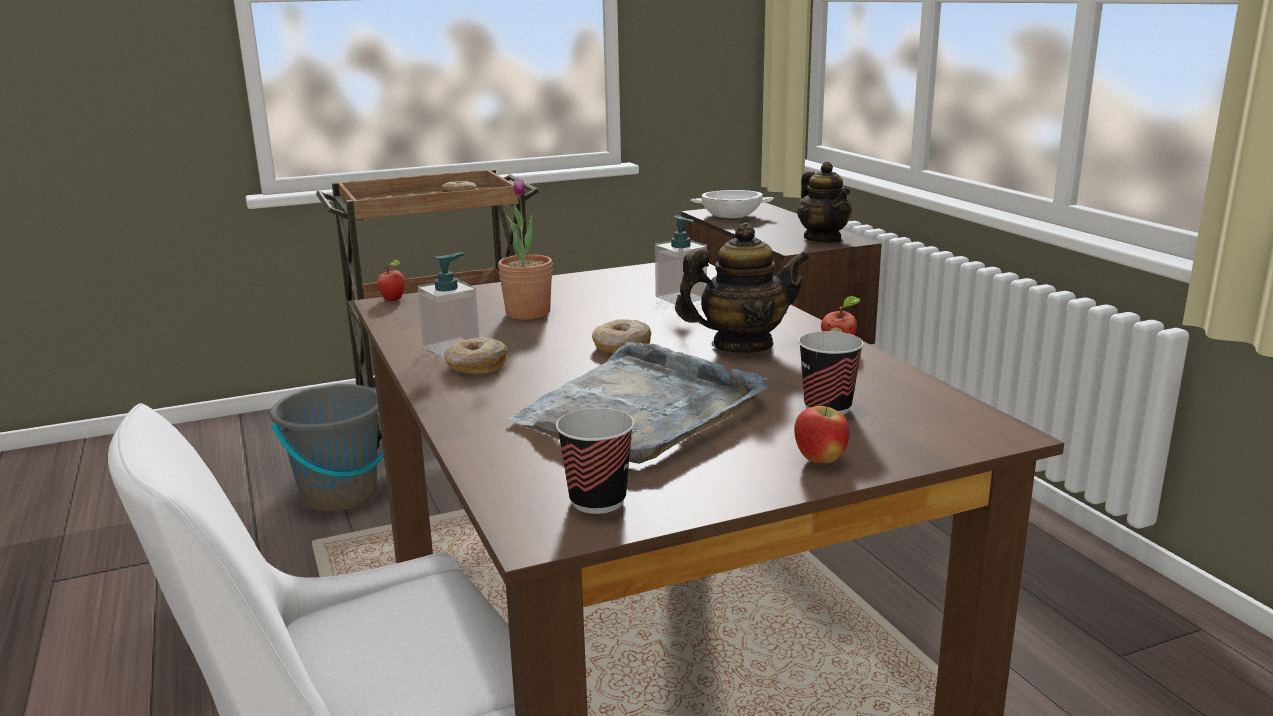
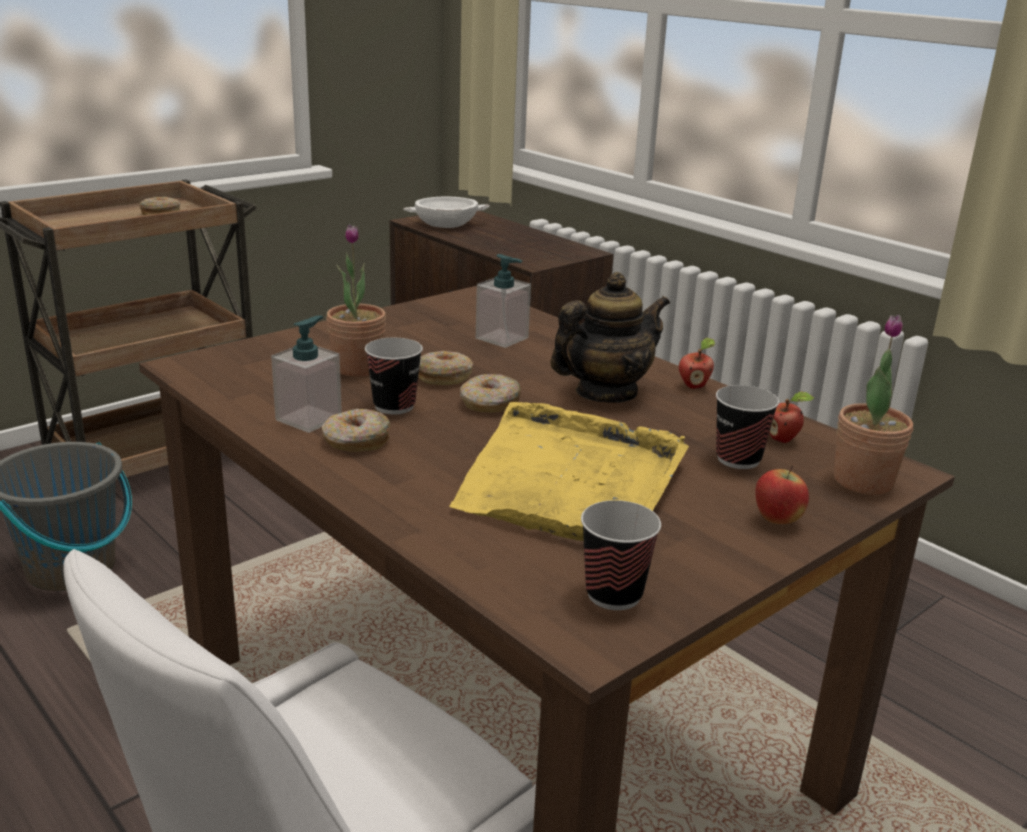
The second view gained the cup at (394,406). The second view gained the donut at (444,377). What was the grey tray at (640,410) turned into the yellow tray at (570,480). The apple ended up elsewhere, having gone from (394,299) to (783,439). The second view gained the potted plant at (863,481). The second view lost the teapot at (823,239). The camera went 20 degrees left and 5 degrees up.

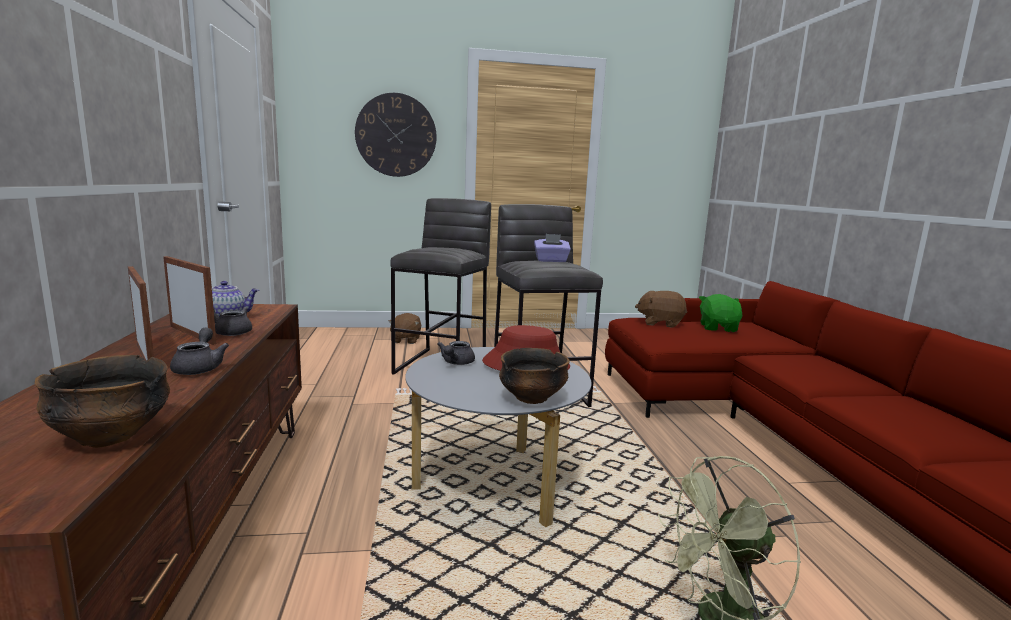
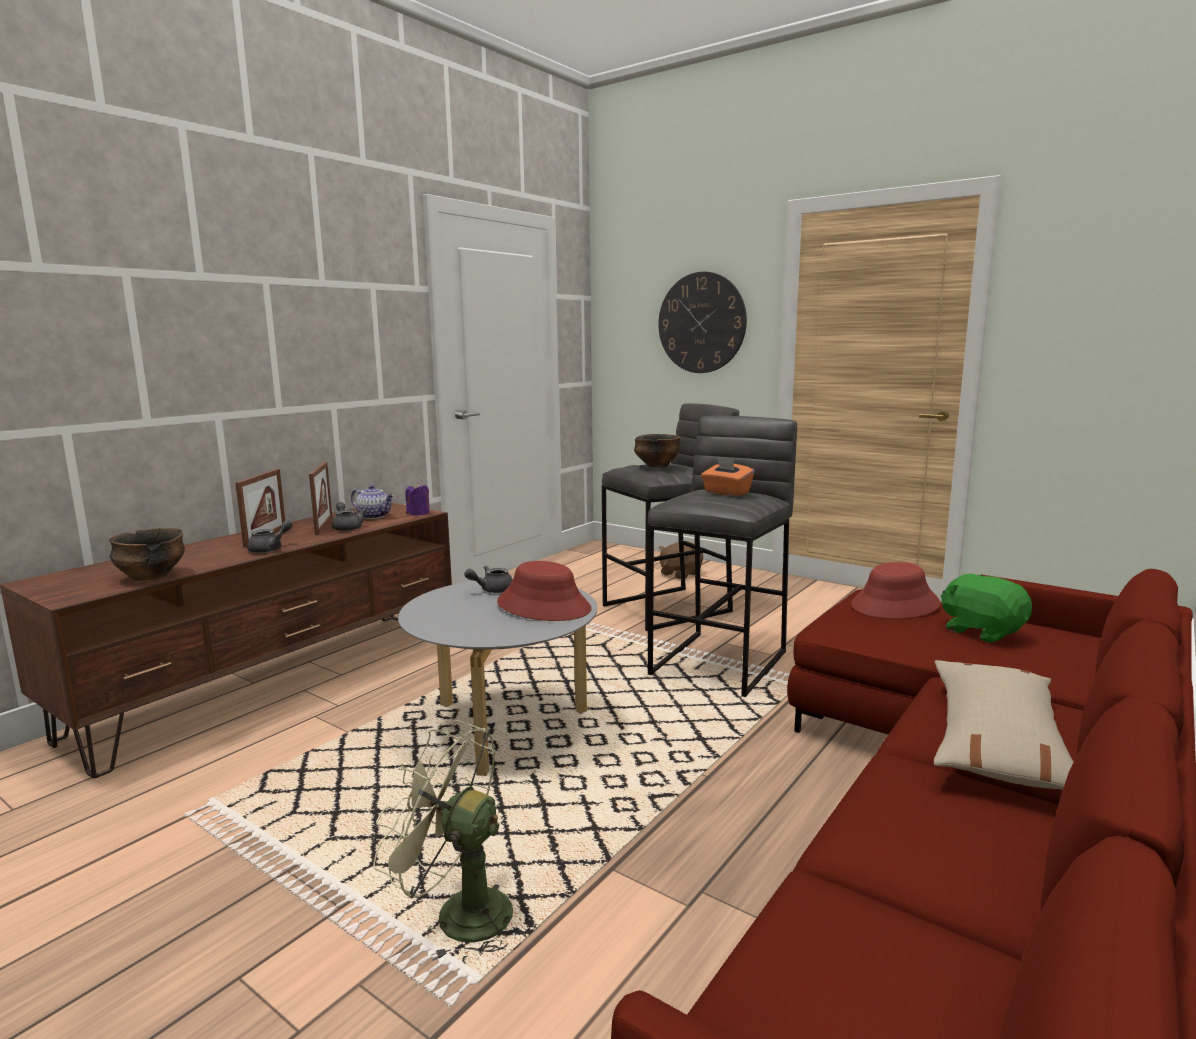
The second view gained the purple candle at (418,513). The bowl ended up elsewhere, having gone from (531,399) to (657,466). What was the purple tissue box at (551,260) turned into the orange tissue box at (726,493). Where the brown plush toy stood at (660,323), the red hat came to stand at (895,605). The second view gained the beige pillow at (996,742). The green plush toy at (718,328) ended up facing another way, 90 degrees counterclockwise from before. The camera went 45 degrees right and 0 degrees up.

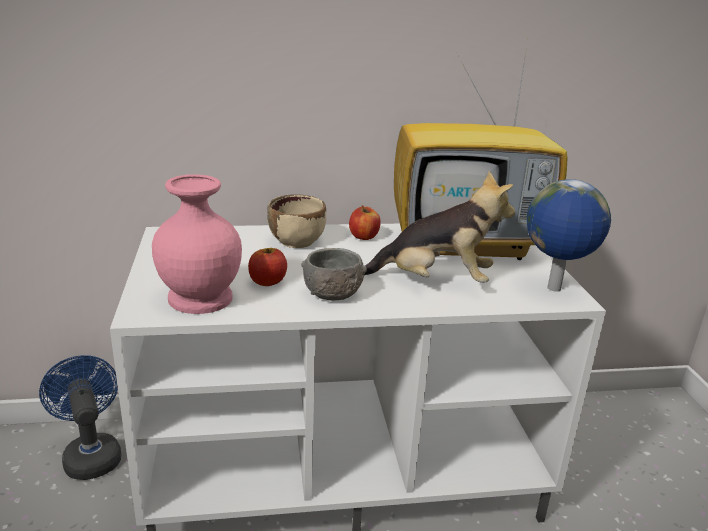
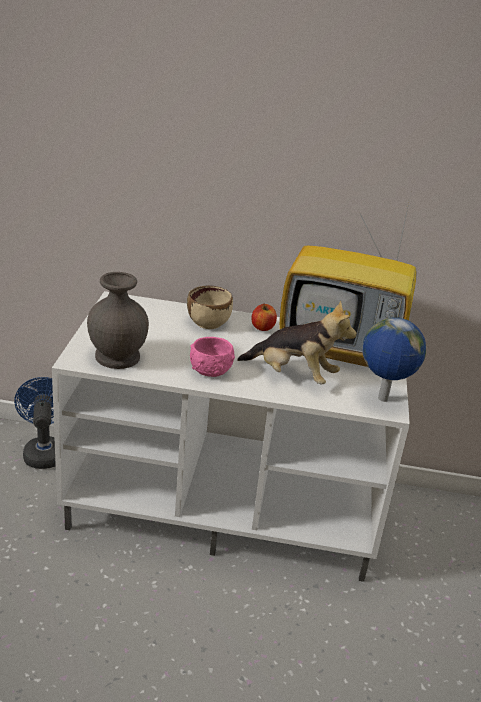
What was the pink vase at (199,297) turned into the grey vase at (117,356). What was the grey bowl at (333,293) turned into the pink bowl at (211,370). The second view lost the apple at (267,281). The camera went 15 degrees right and 5 degrees up.

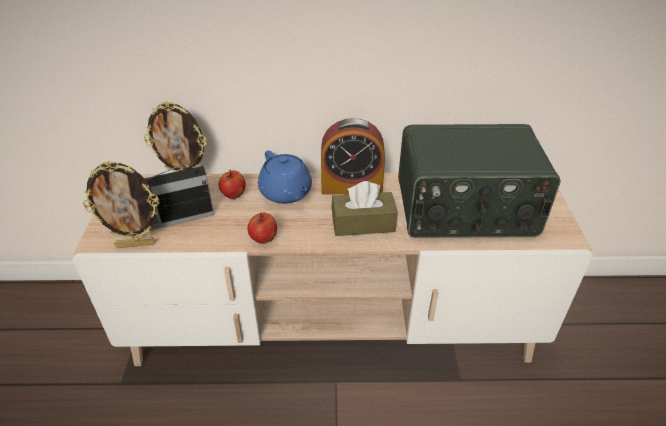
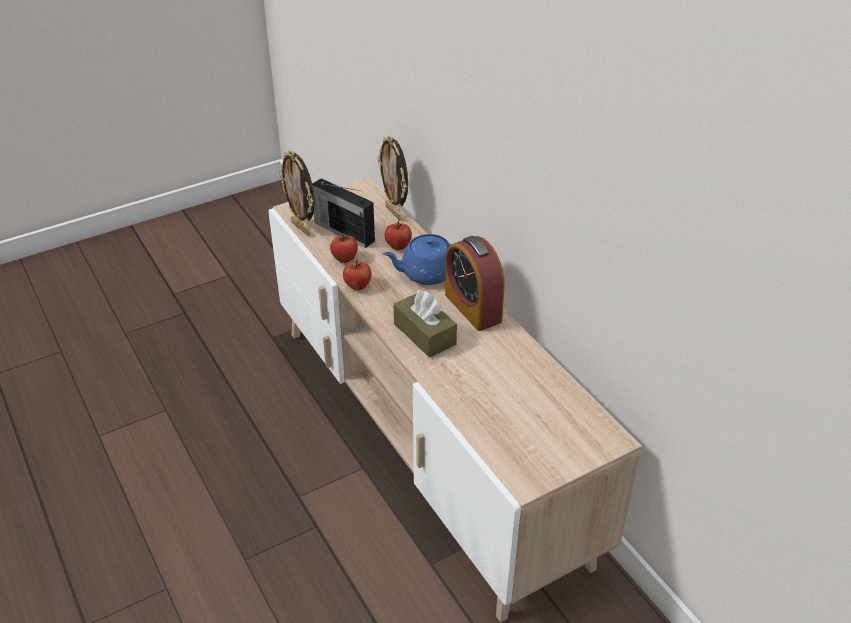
The second view gained the apple at (344,259). The blue teapot at (286,193) ended up facing another way, 45 degrees clockwise from before. The second view lost the radio at (465,210). The camera went 60 degrees right and 0 degrees up.

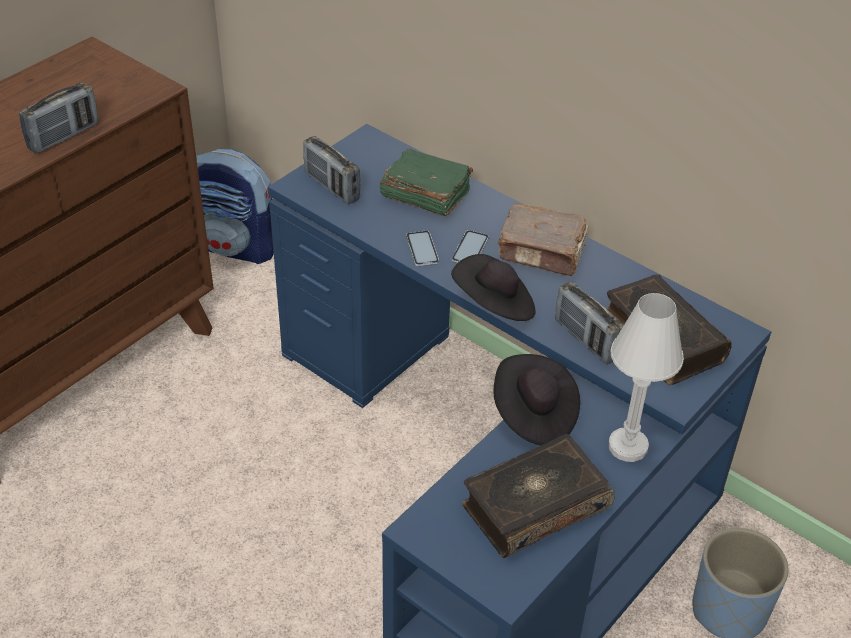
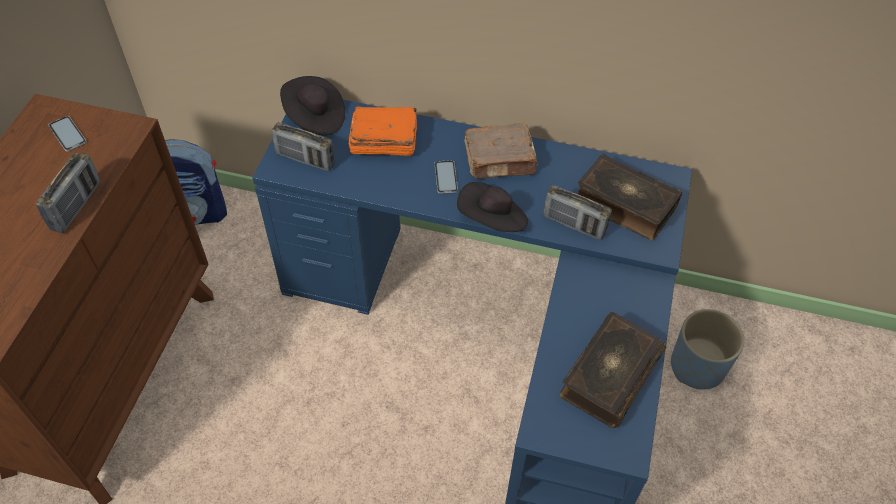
The phone ended up elsewhere, having gone from (422,249) to (67,134). The black hat ended up elsewhere, having gone from (533,415) to (315,118). What was the green book at (424,194) turned into the orange book at (383,141). The second view lost the white table lamp at (628,446). The camera went 25 degrees left and 10 degrees up.

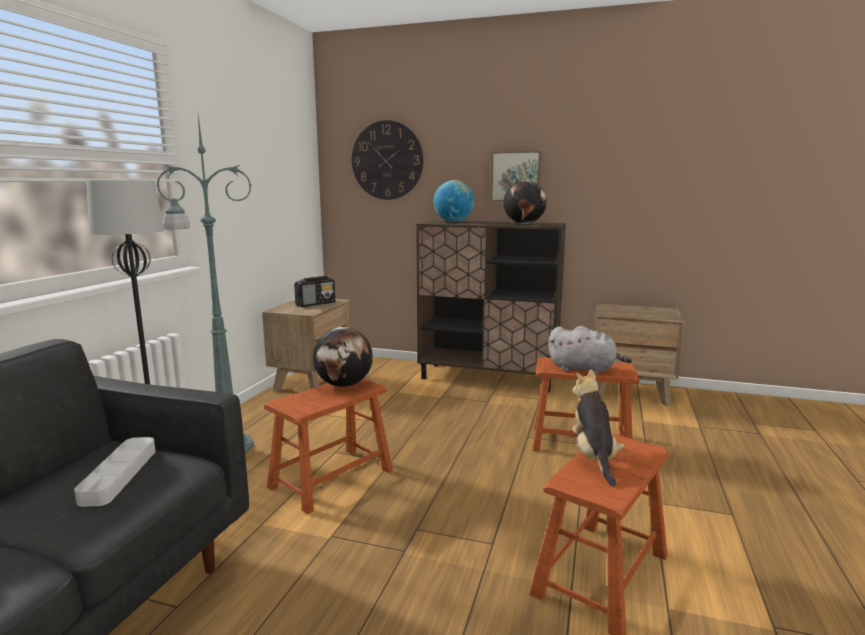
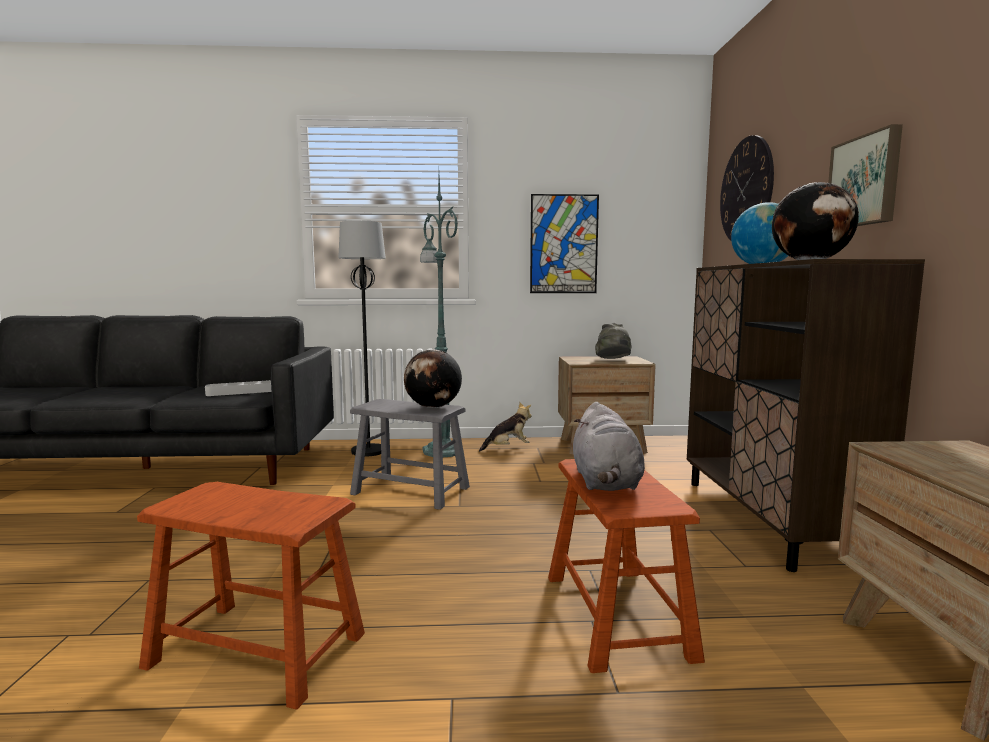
What was the brown stool at (331,478) turned into the grey stool at (410,490). The plush toy ended up elsewhere, having gone from (593,457) to (508,448). The second view gained the picture at (564,244). Where the radio stood at (316,304), the grey hat came to stand at (613,360). The camera went 70 degrees right and 5 degrees down.

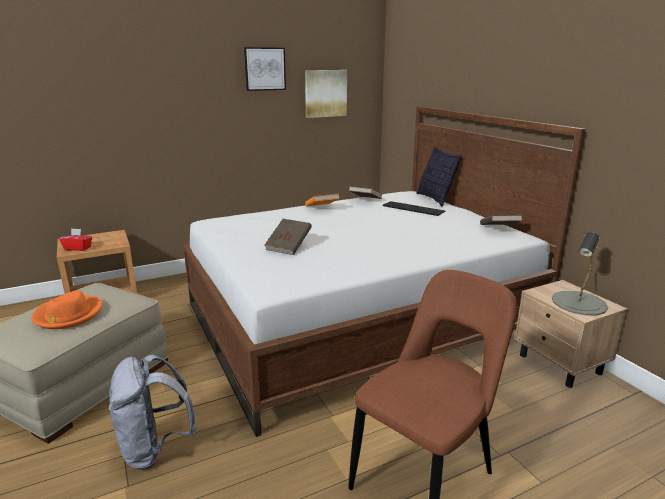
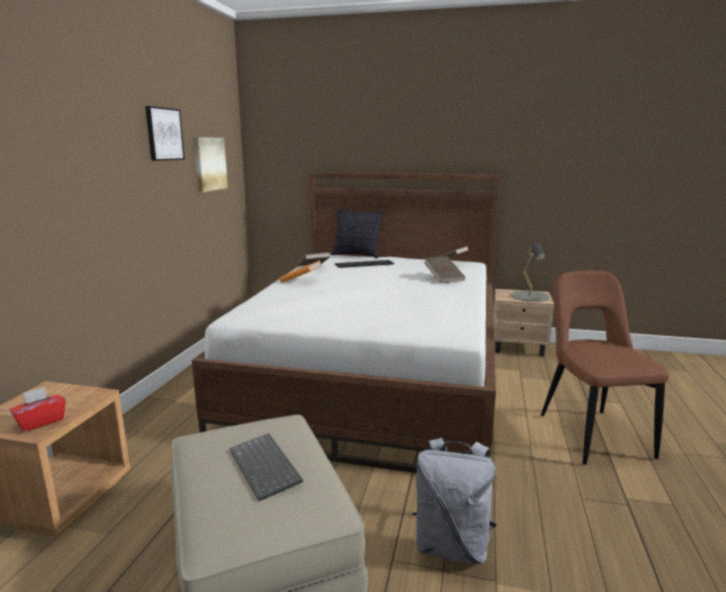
Where the orange hat stood at (68,315), the keyboard came to stand at (266,467). The brown book ended up elsewhere, having gone from (288,246) to (444,278). The camera went 50 degrees left and 5 degrees down.

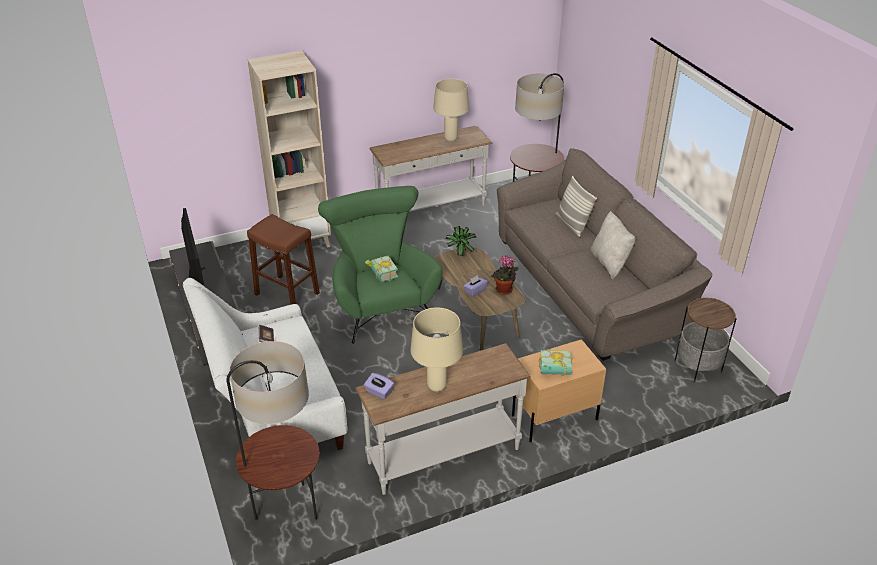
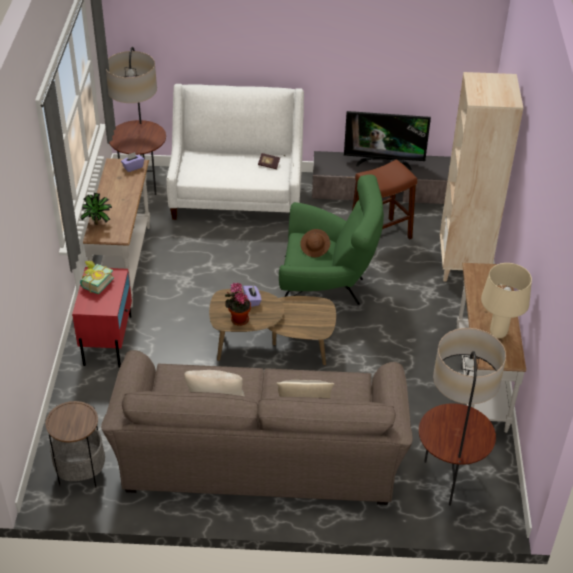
What was the beige nightstand at (554,417) turned into the red nightstand at (108,340). The potted plant ended up elsewhere, having gone from (460,254) to (98,223). Where the book stood at (381,275), the brown hat came to stand at (315,249). The second view lost the beige table lamp at (436,387). The camera went 115 degrees right and 5 degrees up.

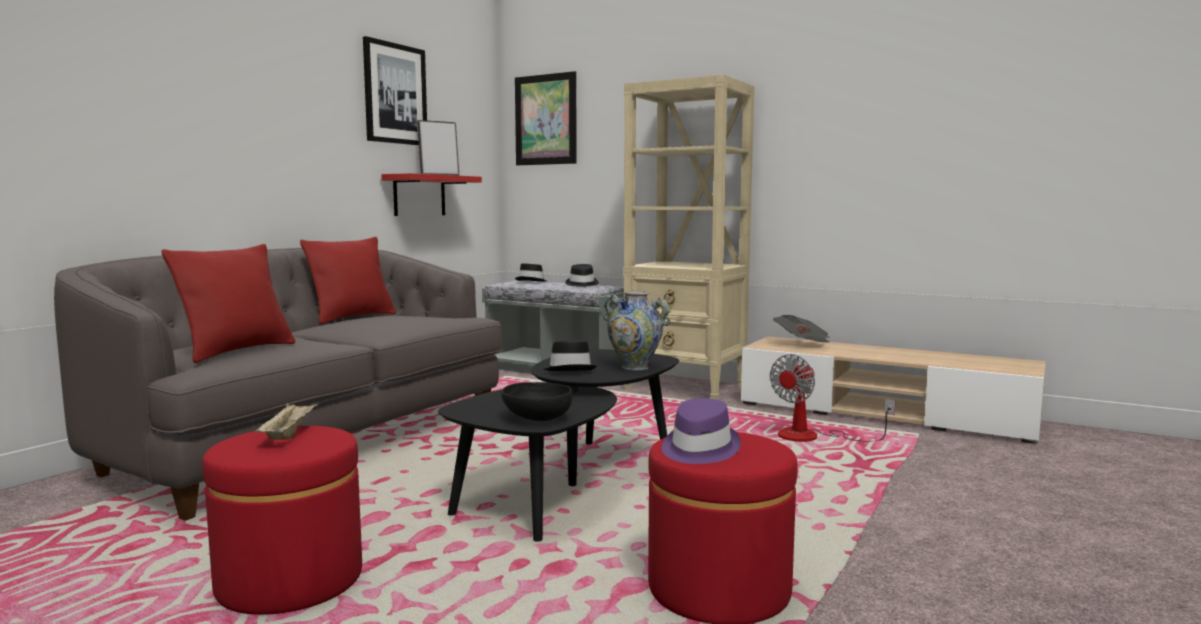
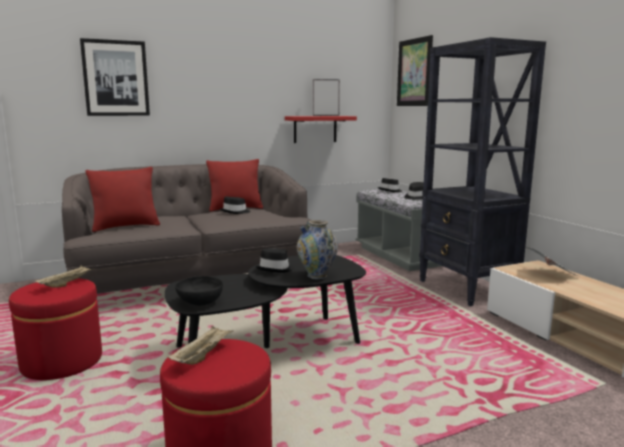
The picture ended up elsewhere, having gone from (395,94) to (116,78). Where the purple hat stood at (698,449), the beige tray came to stand at (202,356). The second view gained the black hat at (235,212). What was the beige bookcase at (686,387) turned into the black bookcase at (467,288). The second view lost the fan at (813,437). The camera went 35 degrees right and 5 degrees up.

